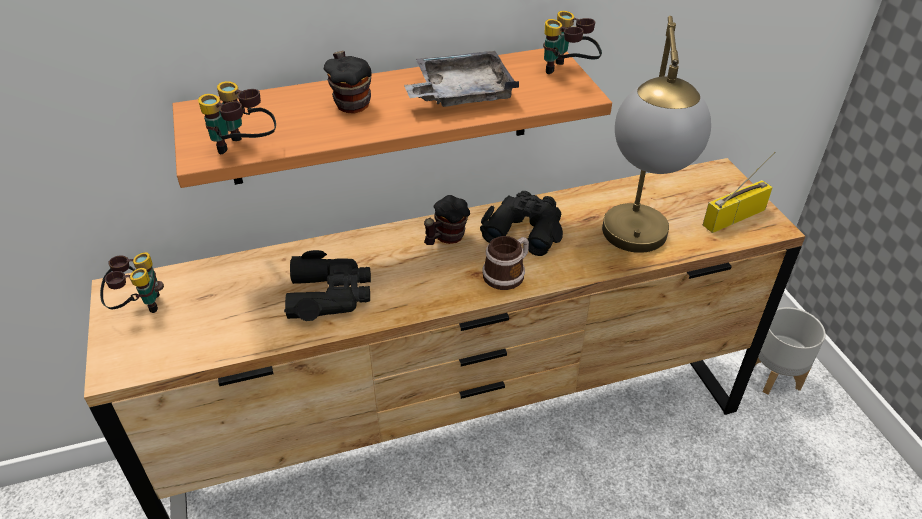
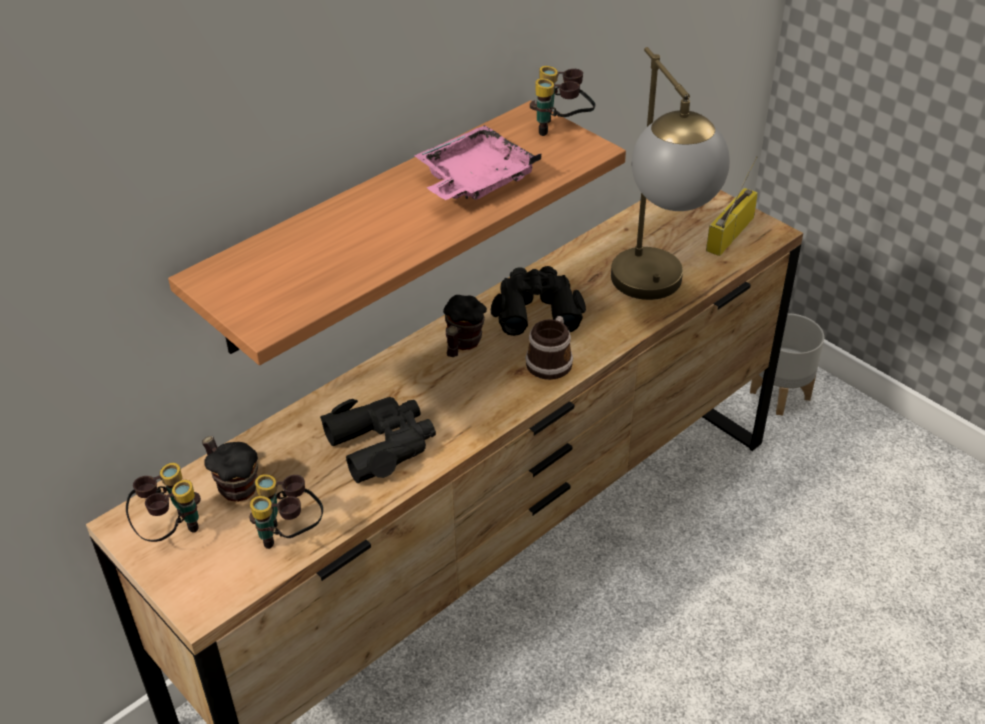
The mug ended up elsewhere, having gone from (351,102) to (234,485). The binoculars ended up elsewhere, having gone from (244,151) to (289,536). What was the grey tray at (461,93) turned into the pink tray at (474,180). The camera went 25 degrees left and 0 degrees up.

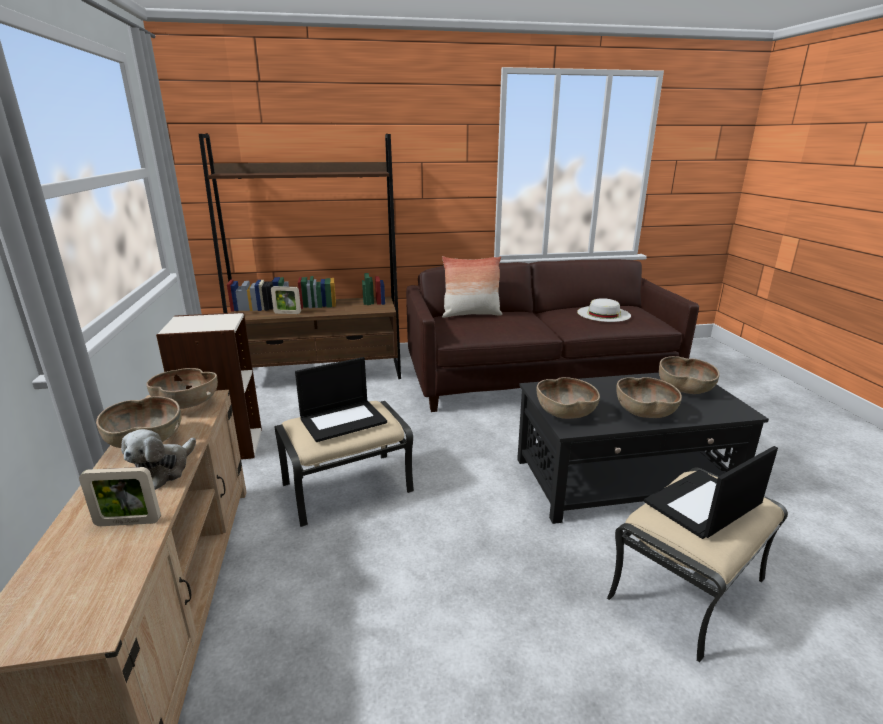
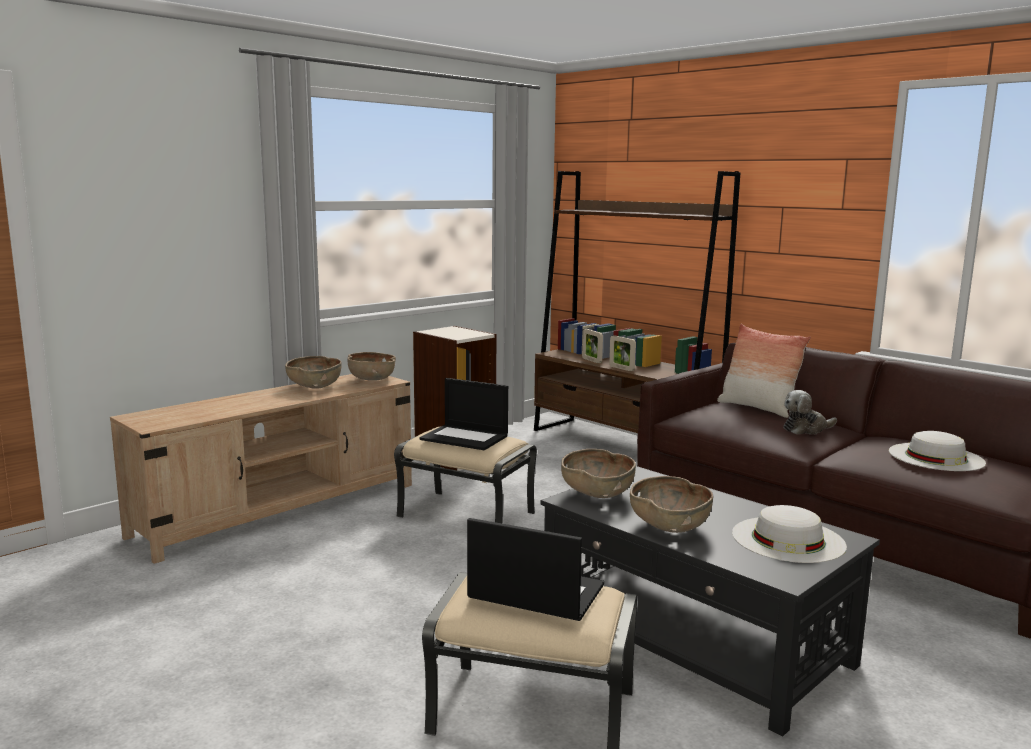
The picture frame ended up elsewhere, having gone from (128,522) to (621,368). Where the brown bowl stood at (684,389), the white hat came to stand at (788,539). The plush toy ended up elsewhere, having gone from (163,471) to (806,429). The camera went 55 degrees right and 10 degrees down.

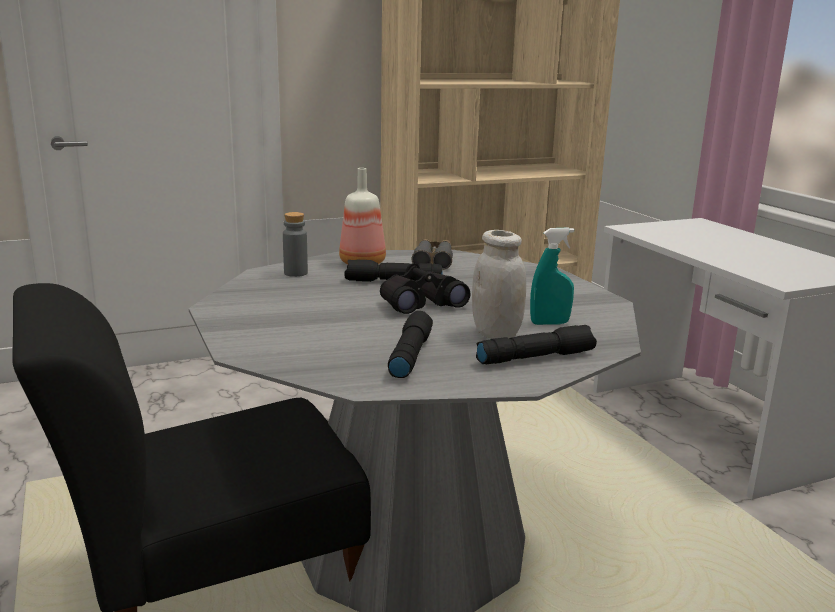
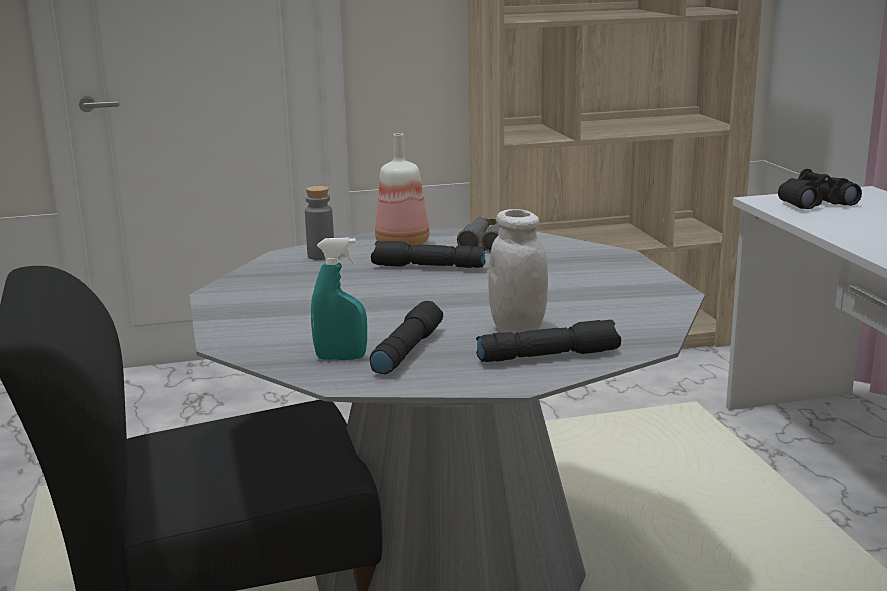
The turquoise spray bottle ended up elsewhere, having gone from (549,323) to (341,358). The black binoculars ended up elsewhere, having gone from (420,303) to (814,203). The camera went 10 degrees right and 0 degrees up.

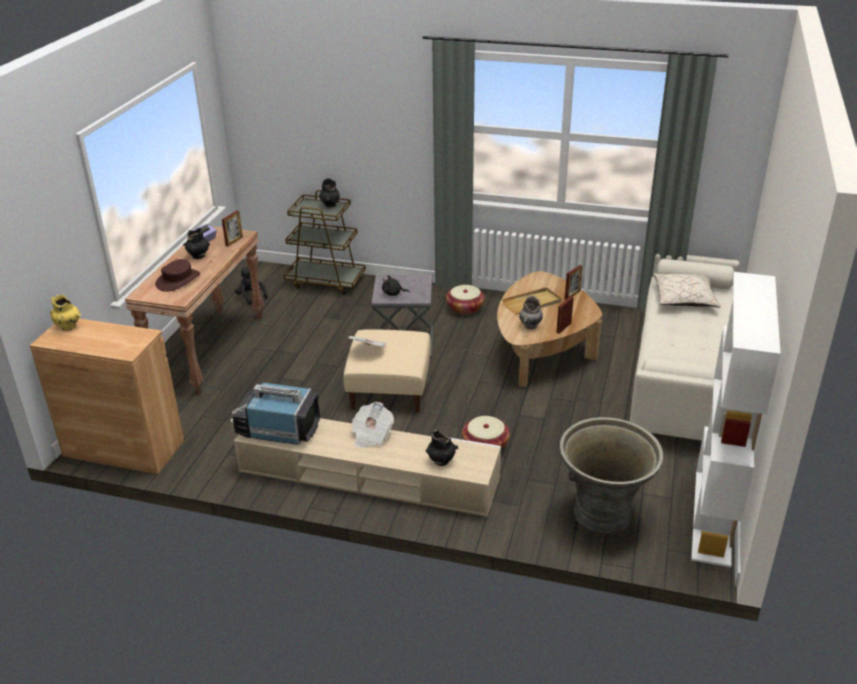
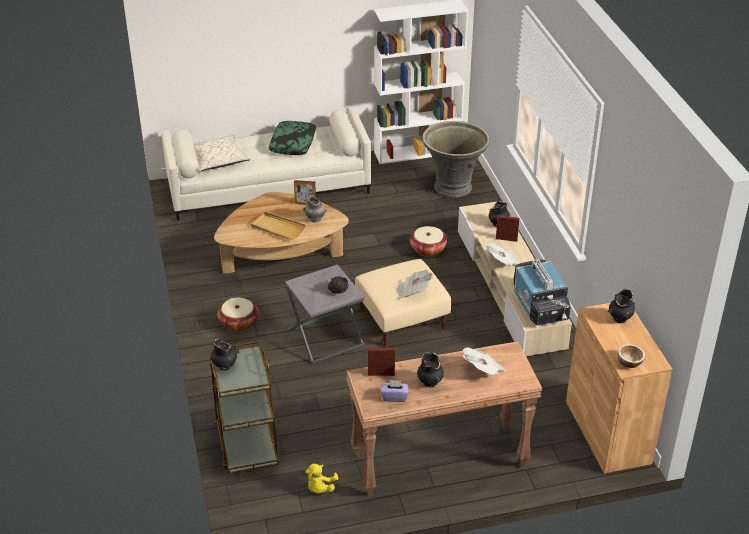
The second view gained the pillow at (293,143). What was the black plush toy at (250,297) turned into the yellow plush toy at (320,488). Where the brown hat stood at (178,280), the newspaper came to stand at (483,370). The picture frame ended up elsewhere, having gone from (572,295) to (506,239). The second view gained the black vase at (619,319). Where the yellow vase stood at (69,327), the bowl came to stand at (629,362). The camera went 120 degrees left and 5 degrees up.

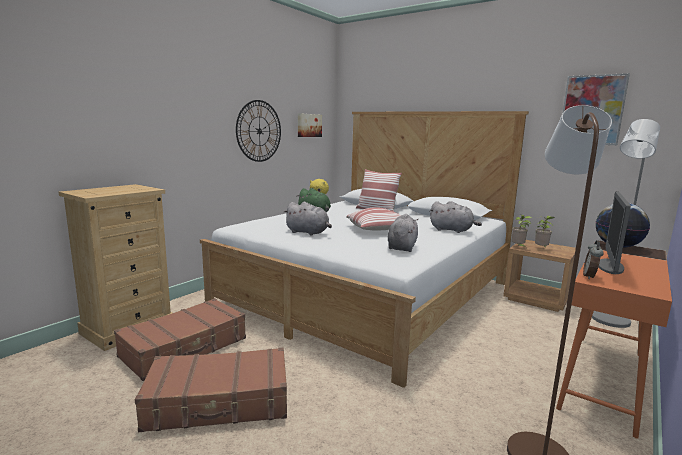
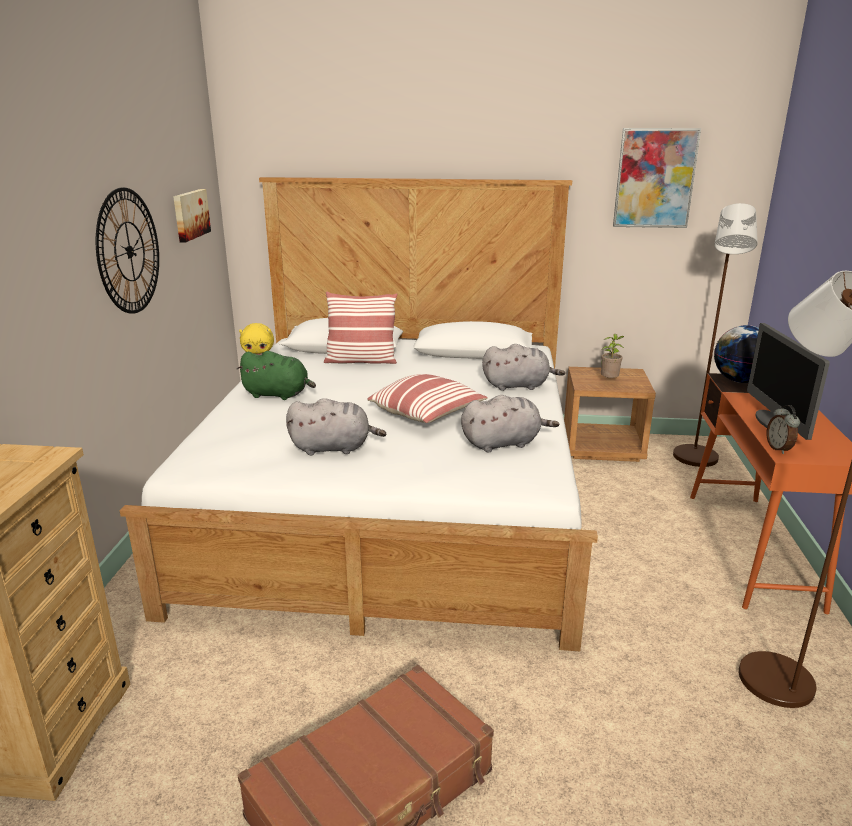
The grey plush toy at (402,247) ended up facing another way, 90 degrees clockwise from before. What was the grey floor lamp at (608,322) turned into the brown floor lamp at (695,460). The second view lost the brown suitcase at (185,348). The second view lost the potted plant at (518,247). The camera went 30 degrees left and 10 degrees up.

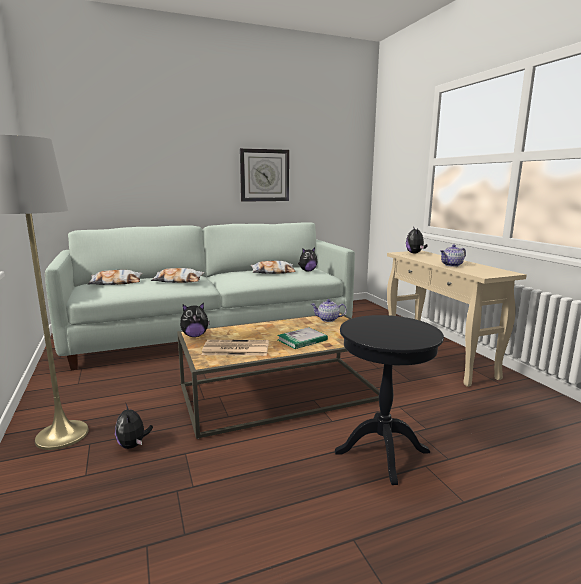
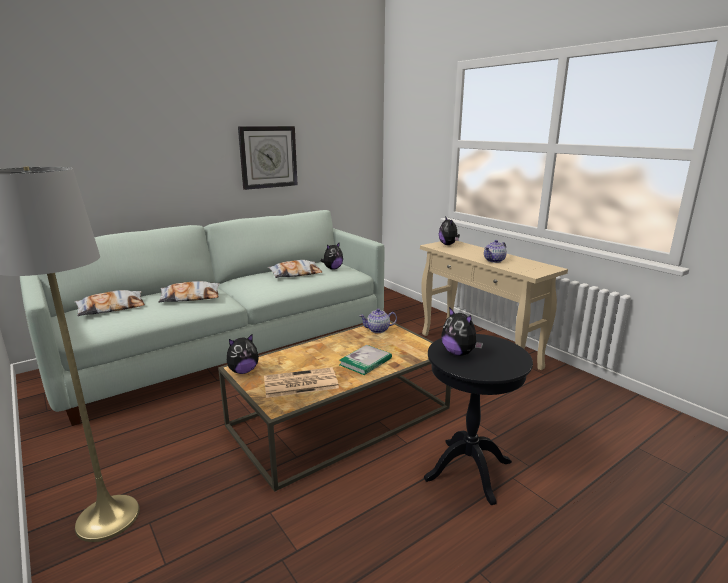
The plush toy ended up elsewhere, having gone from (133,445) to (459,353). The camera went 15 degrees left and 5 degrees up.

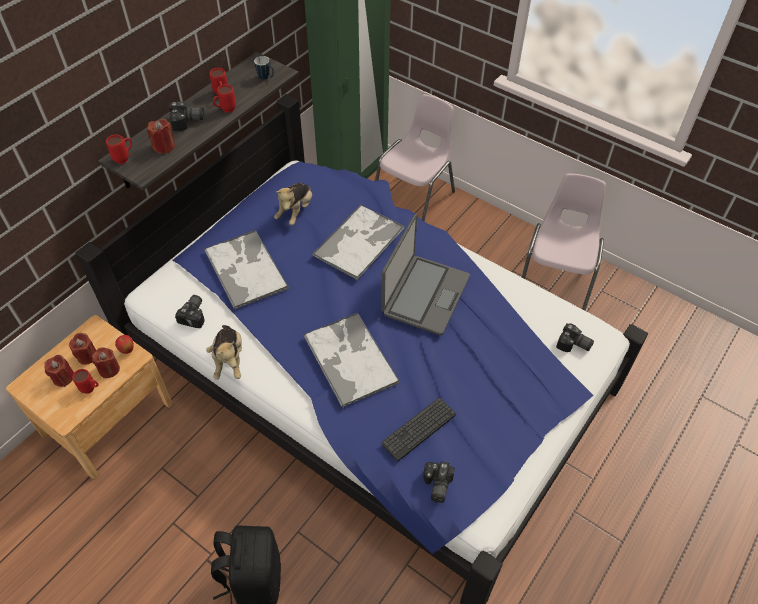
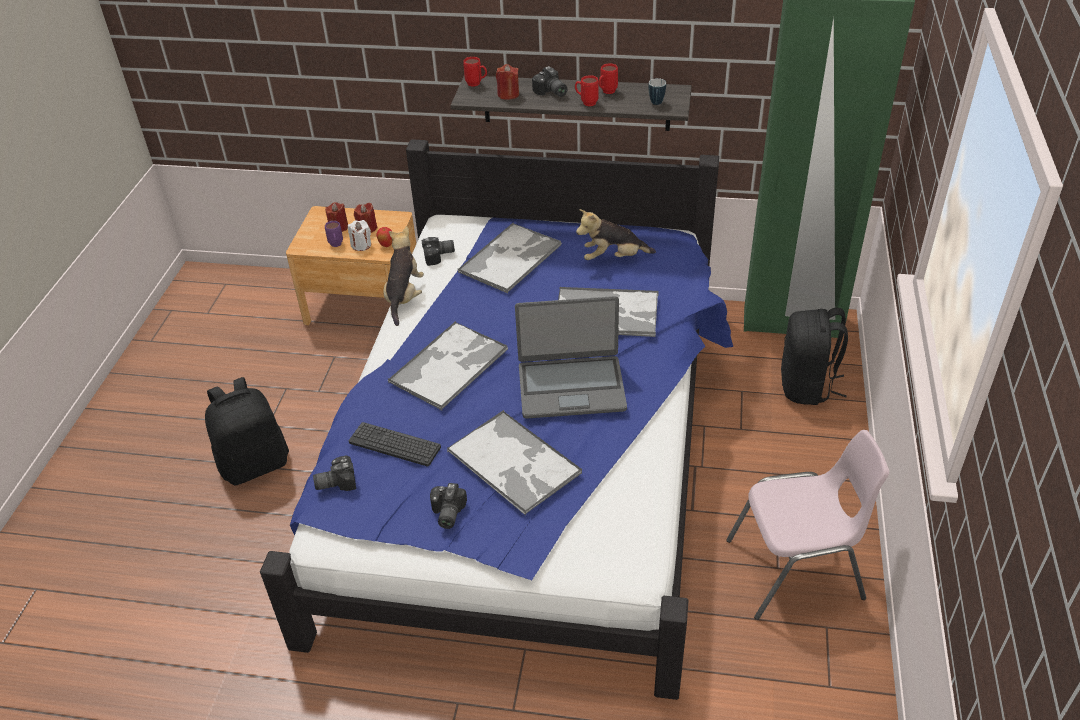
What was the red mug at (91,389) turned into the purple mug at (336,246). What was the red candle at (109,369) turned into the white candle at (361,245). The plush toy at (229,360) ended up facing another way, 135 degrees clockwise from before. The photo camera ended up elsewhere, having gone from (573,345) to (446,513). The second view gained the tray at (514,463). Where the pink chair stood at (415,199), the black backpack came to stand at (807,386). The camera went 65 degrees right and 10 degrees down.

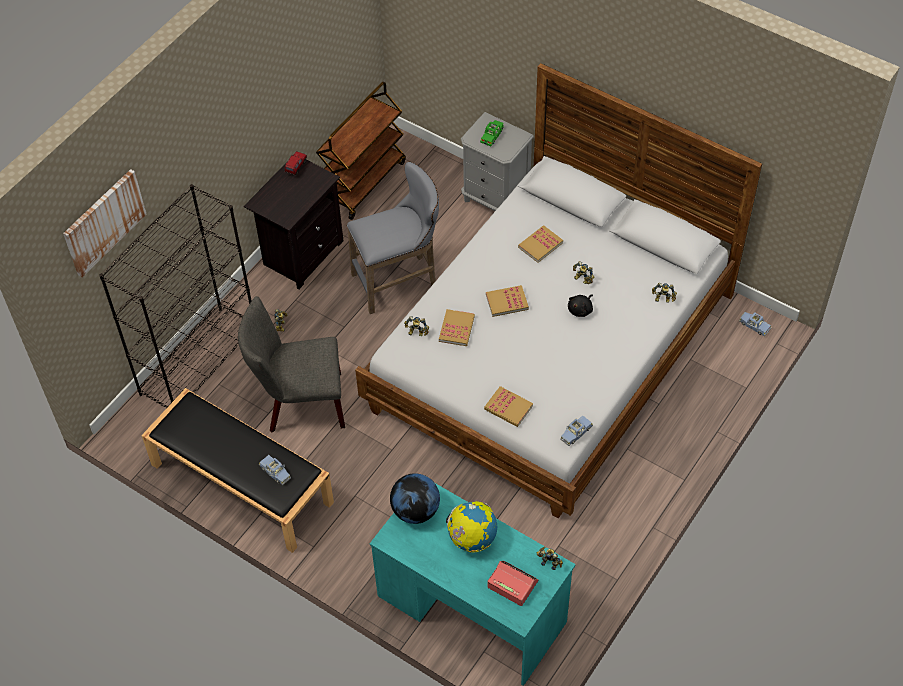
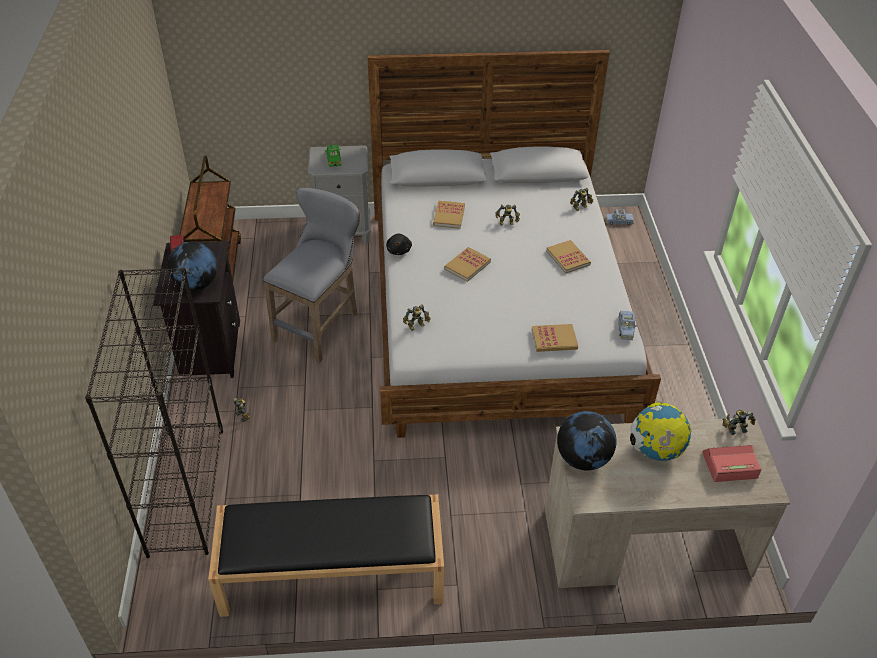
The second view gained the globe at (196,284). The black plush toy ended up elsewhere, having gone from (581,310) to (399,250). What was the turquoise desk at (471,609) turned into the beige desk at (645,542). The book ended up elsewhere, having gone from (456,329) to (568,258). The second view lost the picture at (104,222). The second view lost the grey chair at (299,404). The second view lost the blue toy car at (275,472). The camera went 40 degrees left and 10 degrees down.

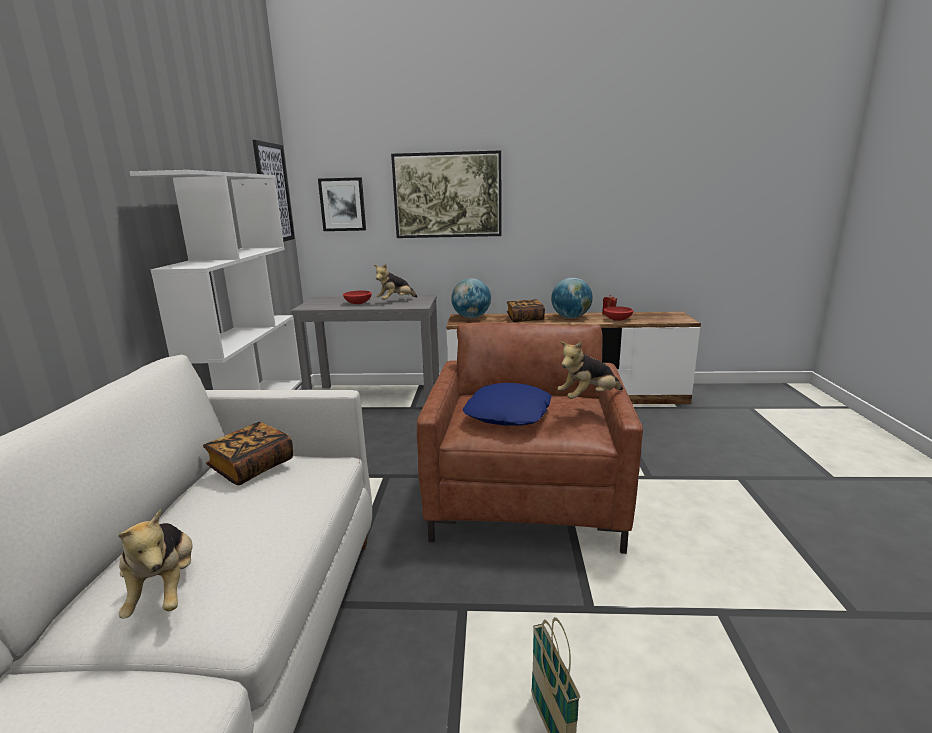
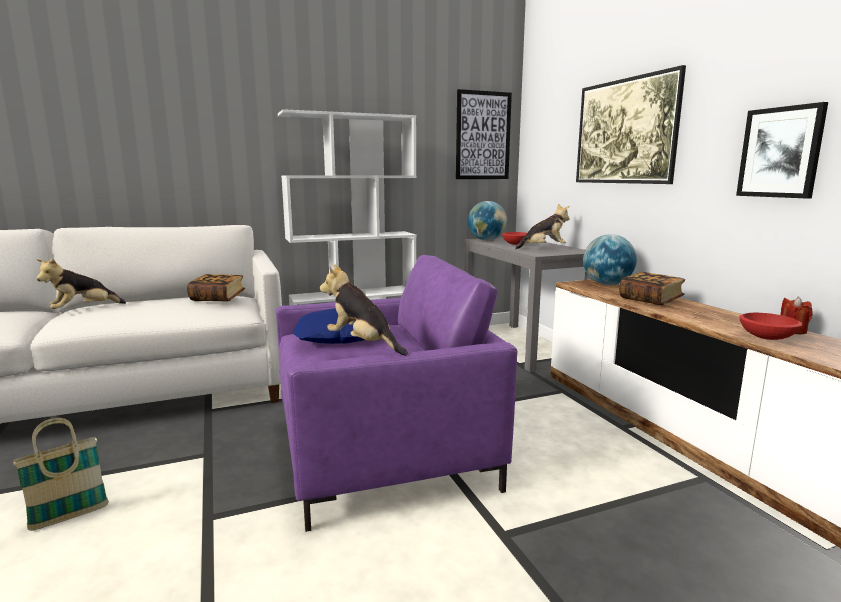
What was the brown armchair at (527,498) turned into the purple armchair at (384,453). The globe ended up elsewhere, having gone from (571,317) to (486,240). The plush toy at (396,301) ended up facing another way, 150 degrees clockwise from before. The picture ended up elsewhere, having gone from (342,204) to (780,152). The camera went 65 degrees right and 5 degrees down.

